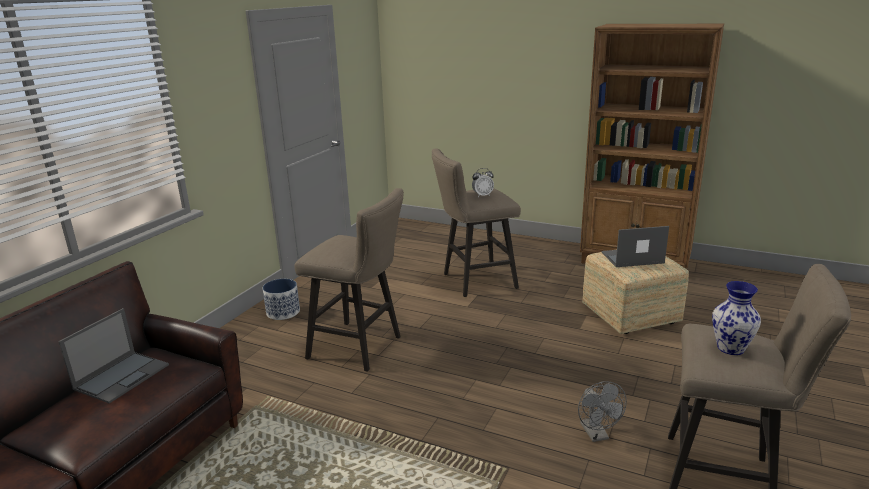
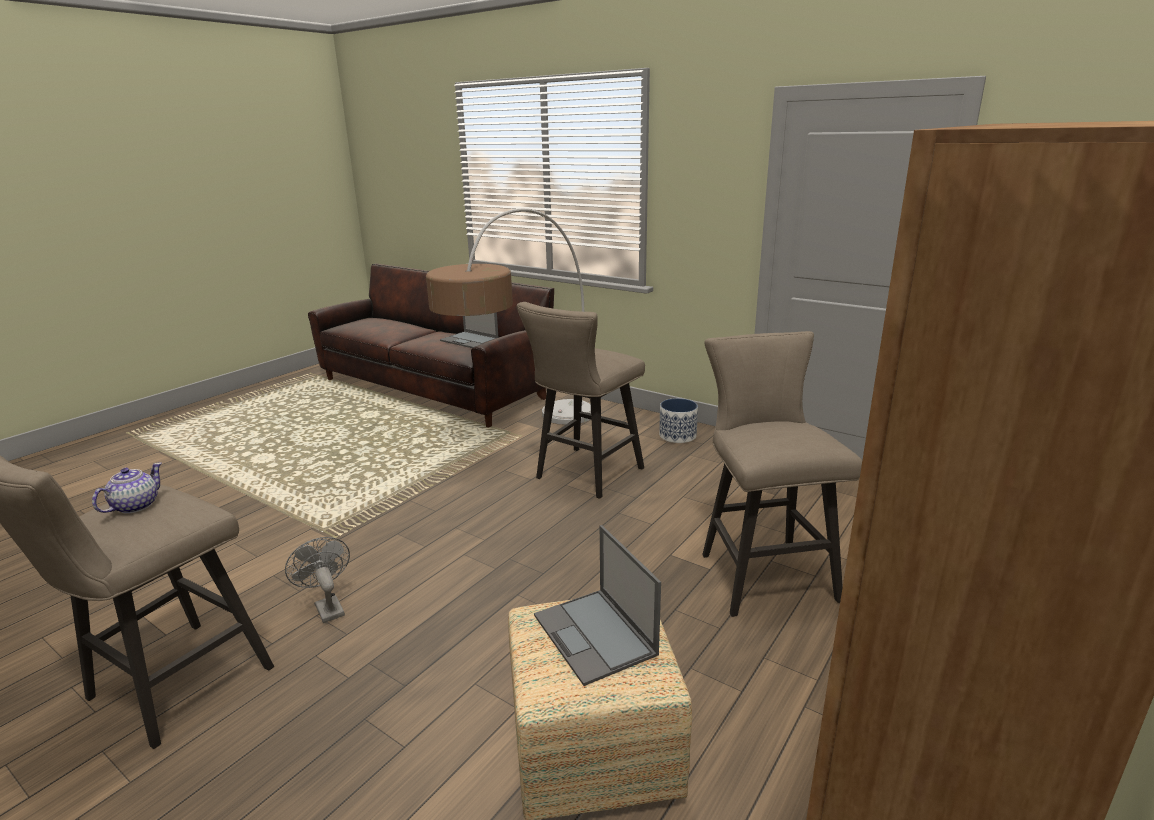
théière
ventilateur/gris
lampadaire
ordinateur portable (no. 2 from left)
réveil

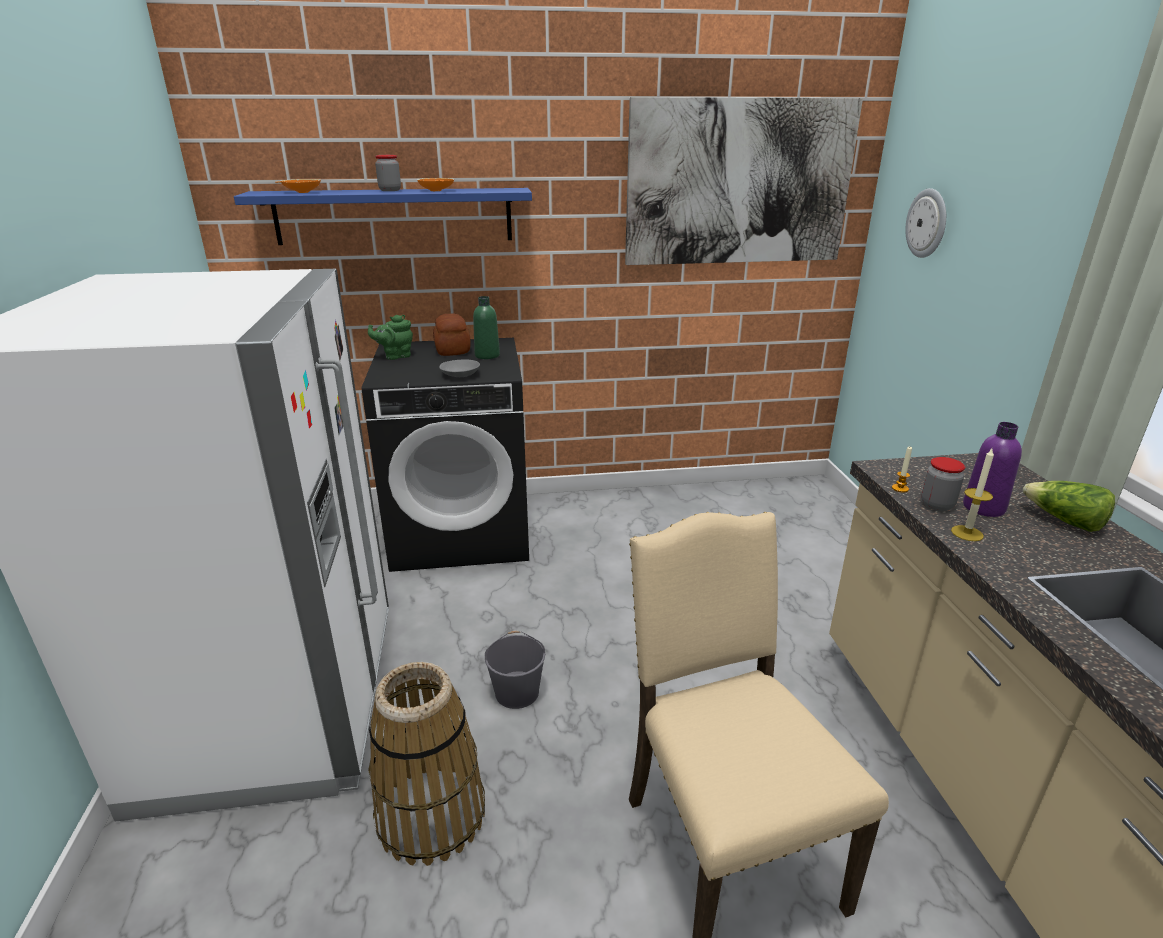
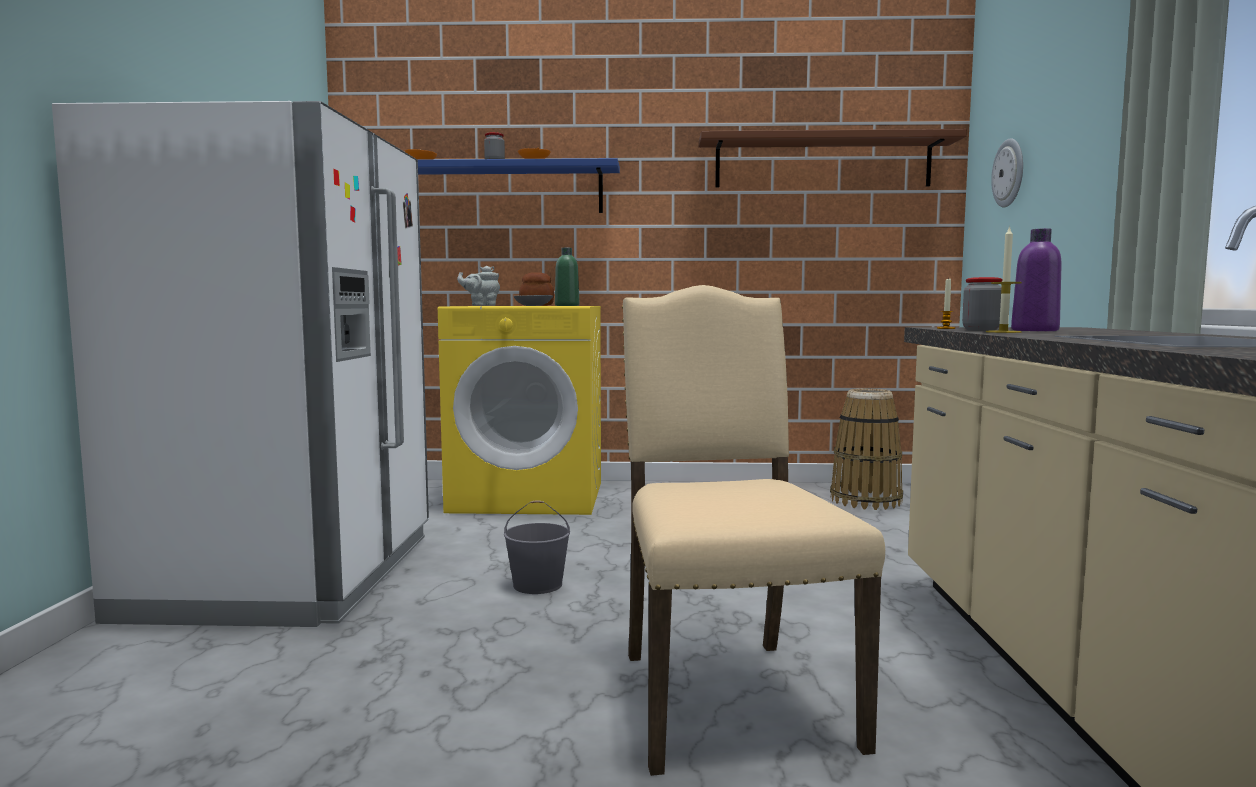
lave-linge/jaune
théière/gris
étagère/marron
panier
laitue

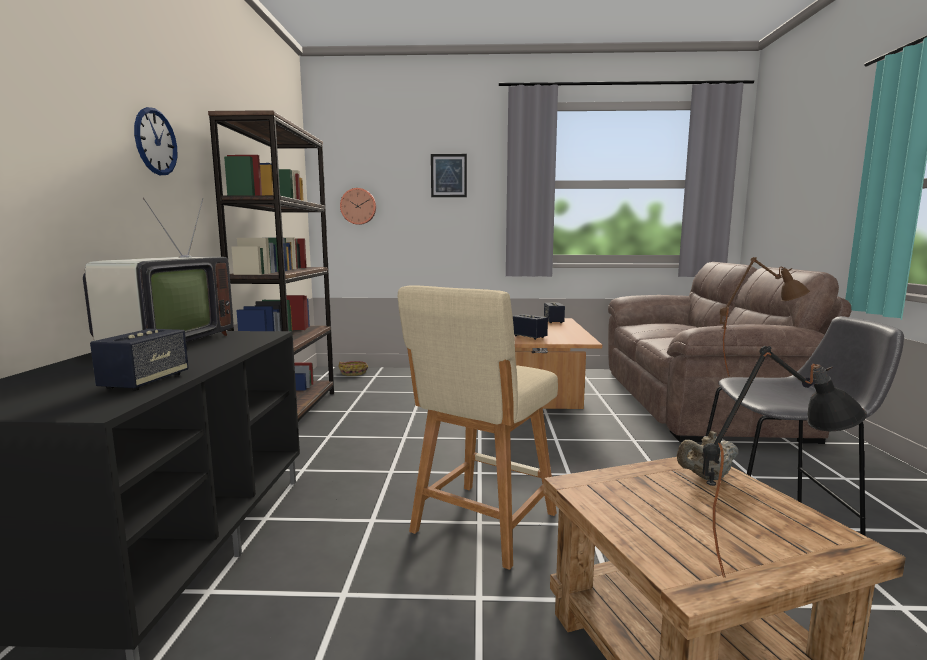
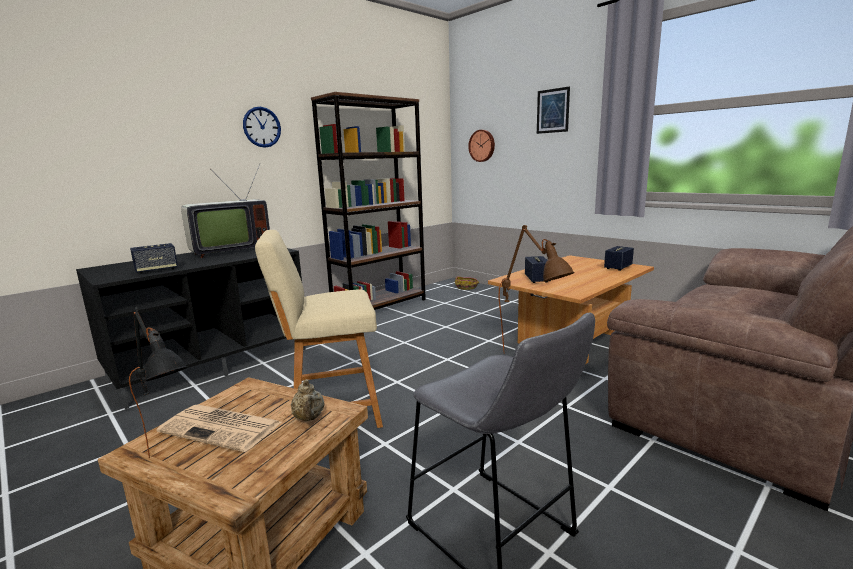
journal
théière/beige

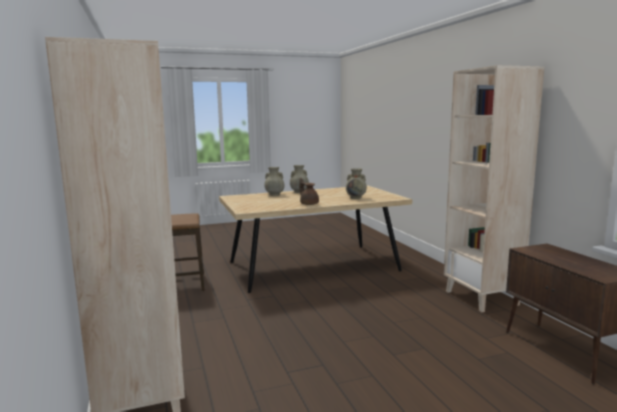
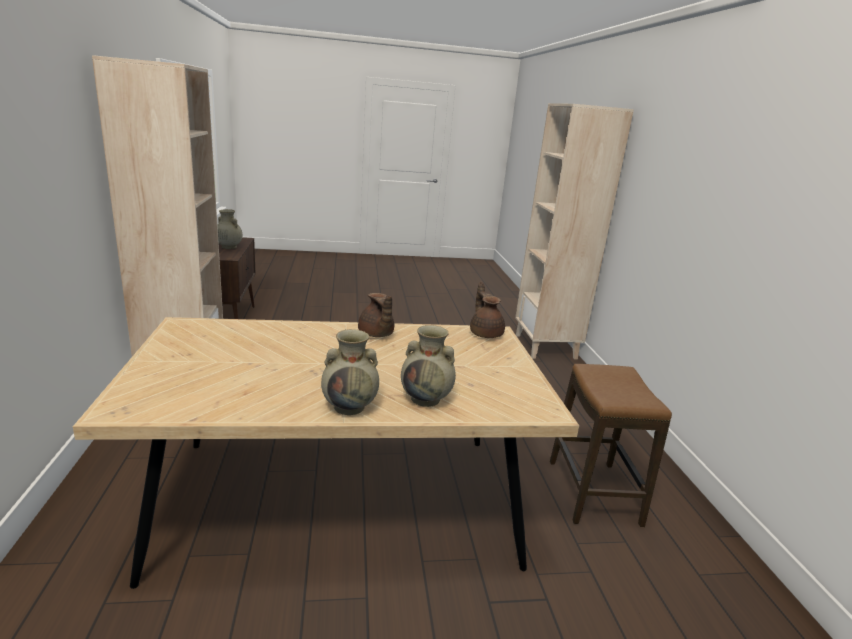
vase/beige (no. 1 from left)
théière/marron (no. 2 from left)

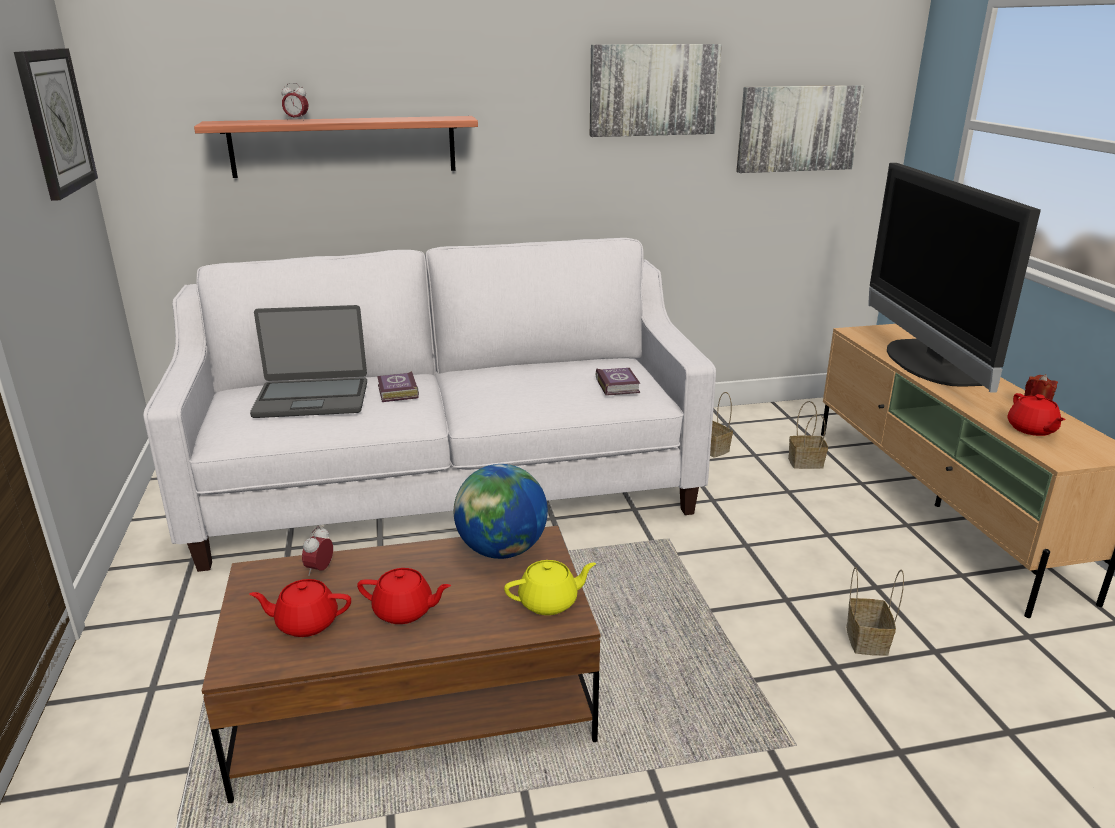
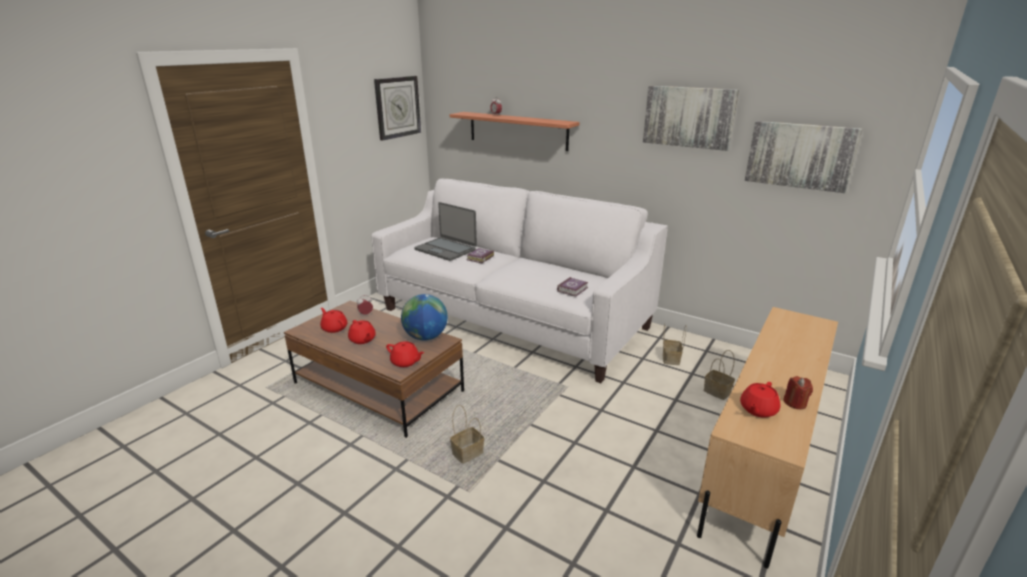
théière/rouge (no. 3 from left)
panier (no. 1 from left)
téléviseur

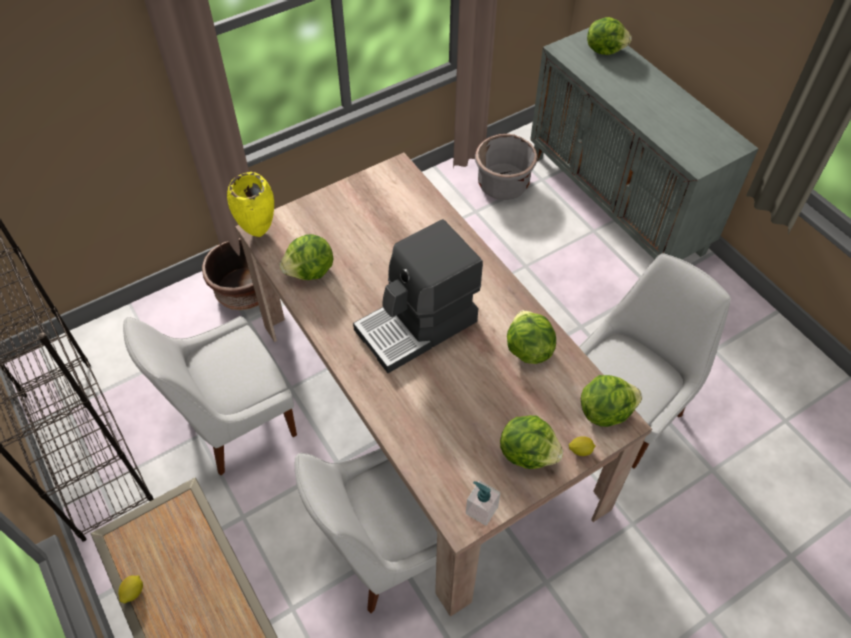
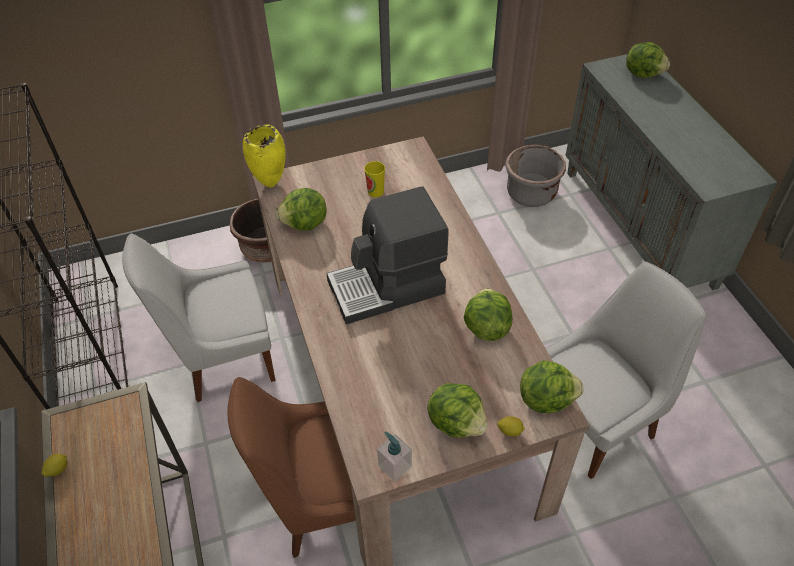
chaise/marron
tasse

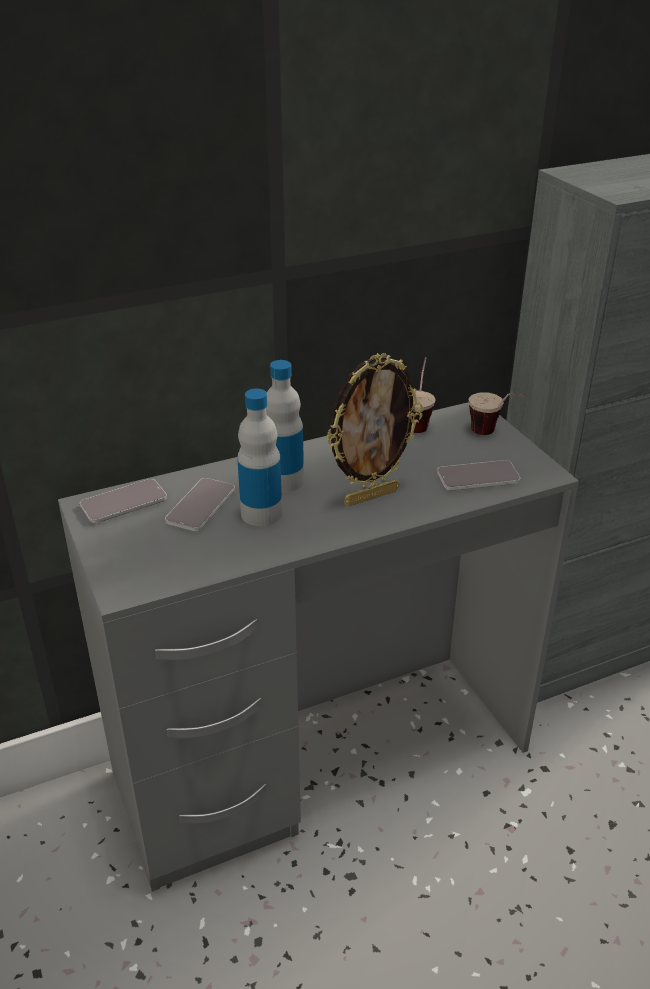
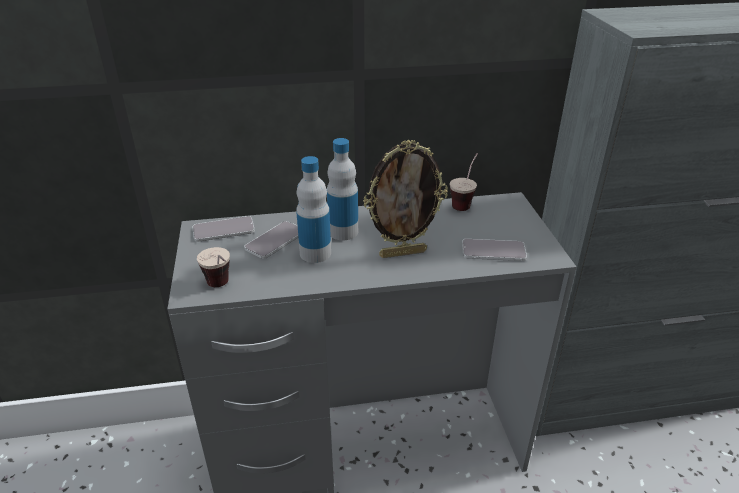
tasse (no. 1 from left)

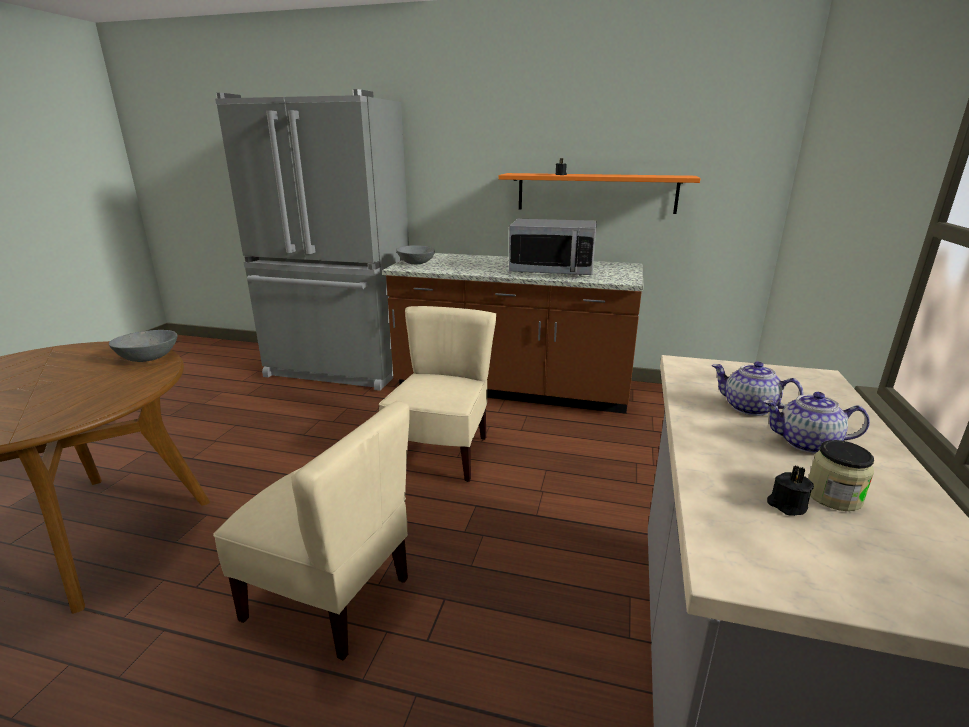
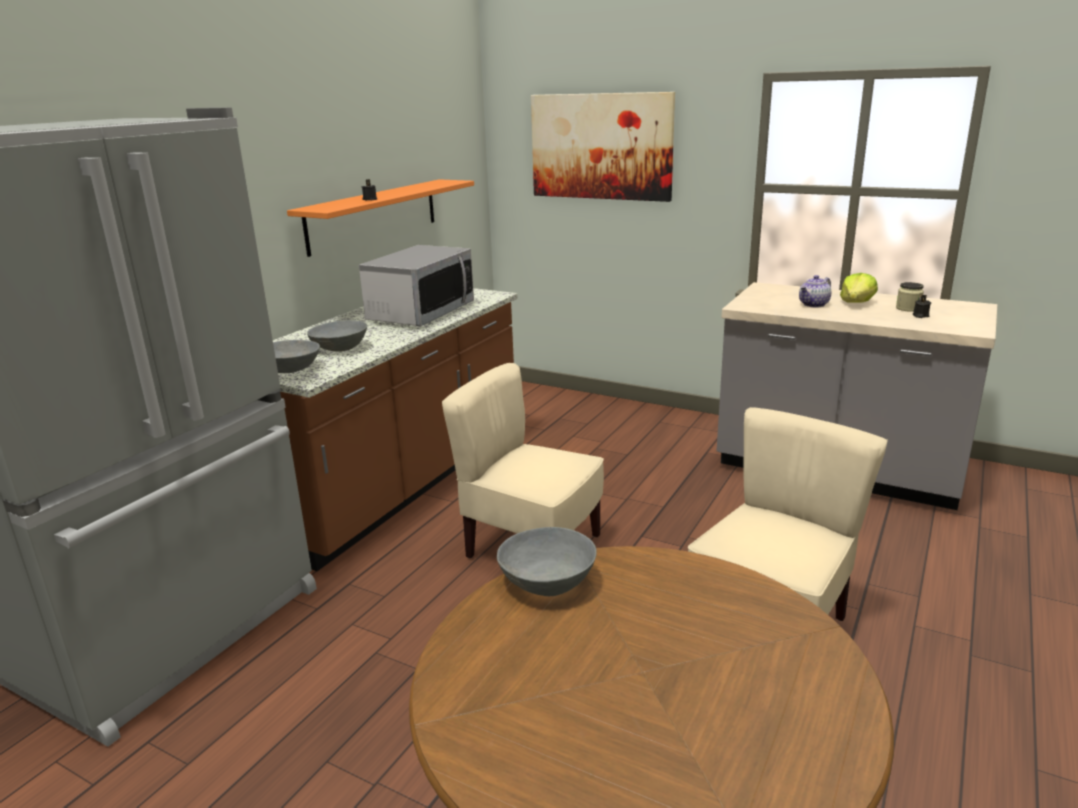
bol/gris (no. 2 from left)
tableau
laitue

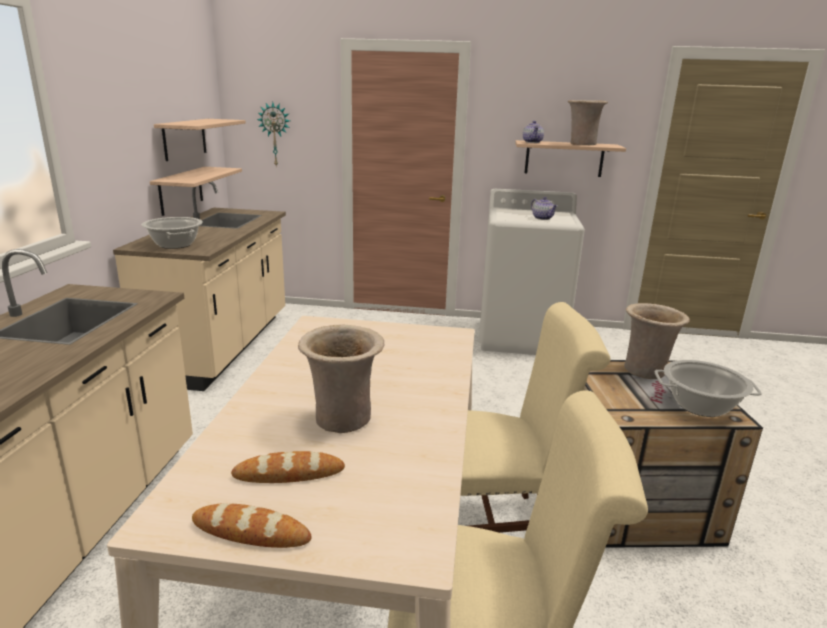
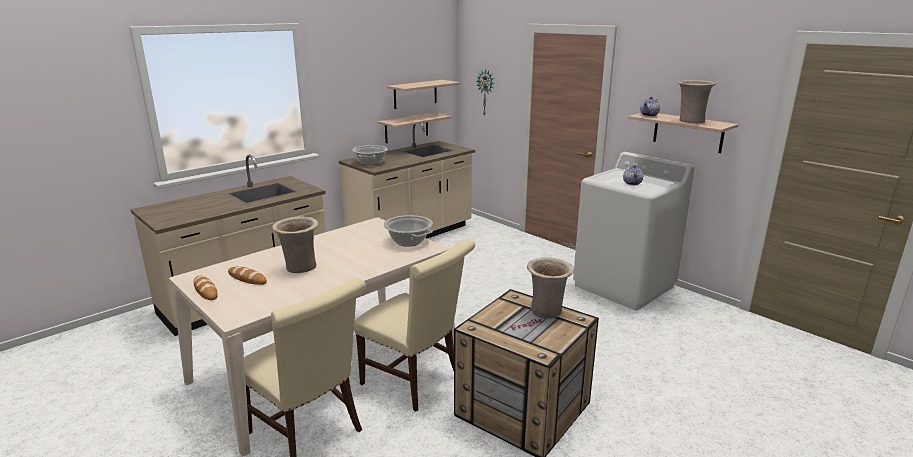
marmite (no. 2 from left)

